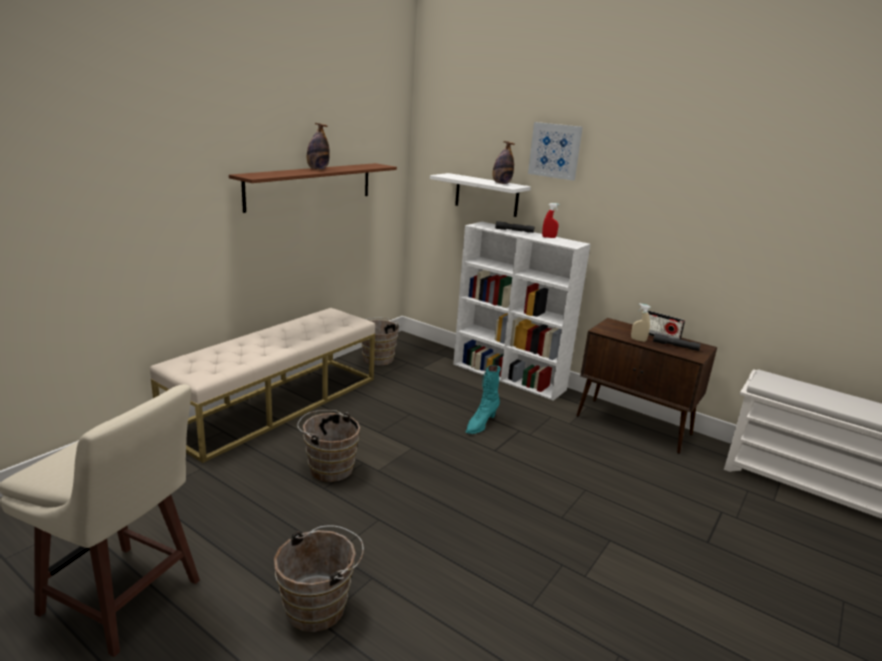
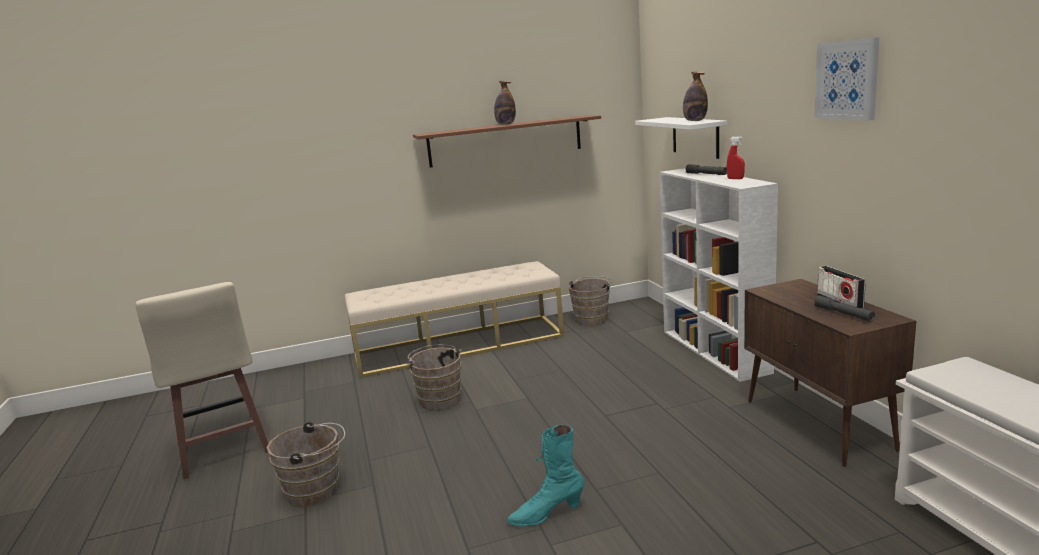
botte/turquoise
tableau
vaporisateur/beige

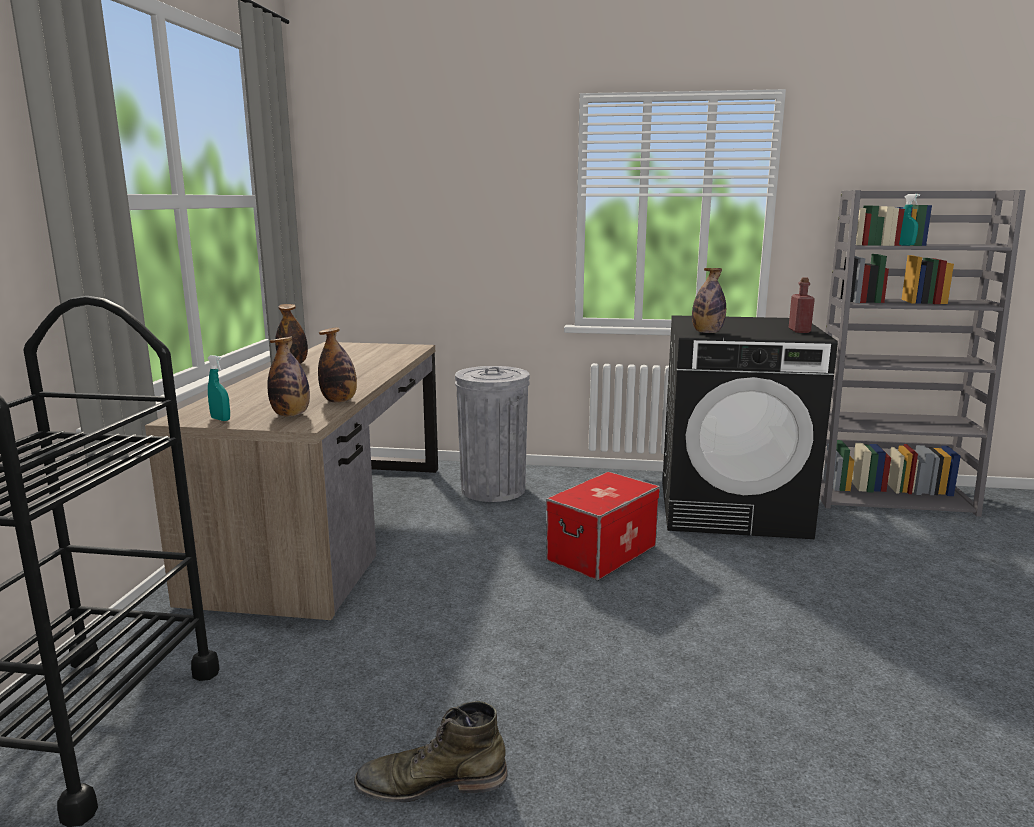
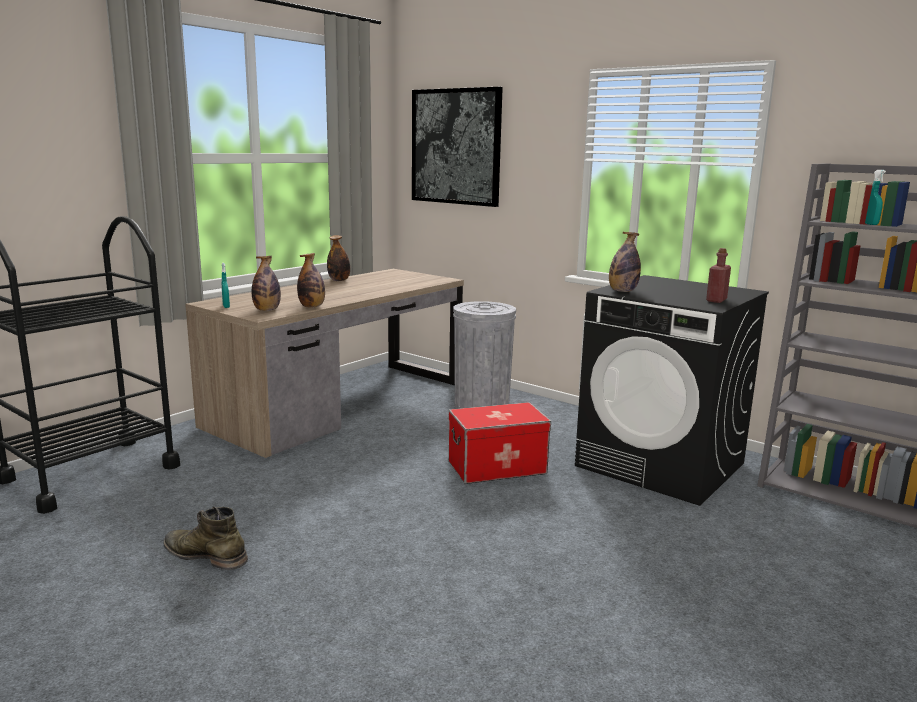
tableau

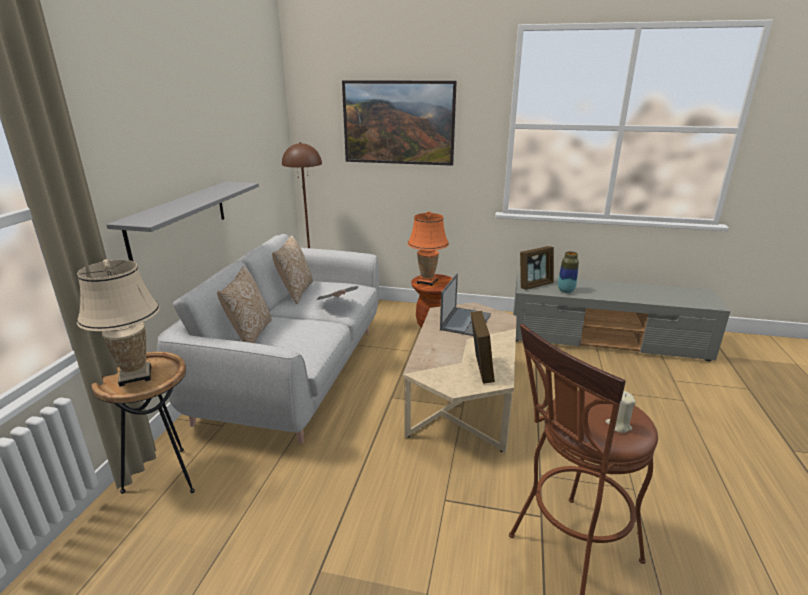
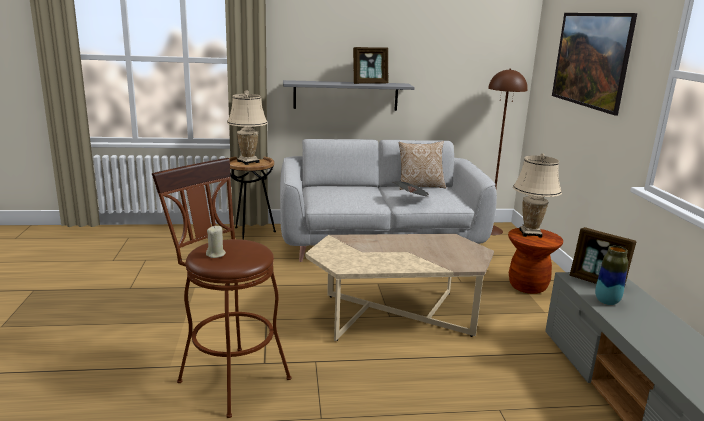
cadre photo (no. 1 from left)
lampe de table/beige (no. 2 from left)
coussin (no. 1 from left in the first image)
ordinateur portable

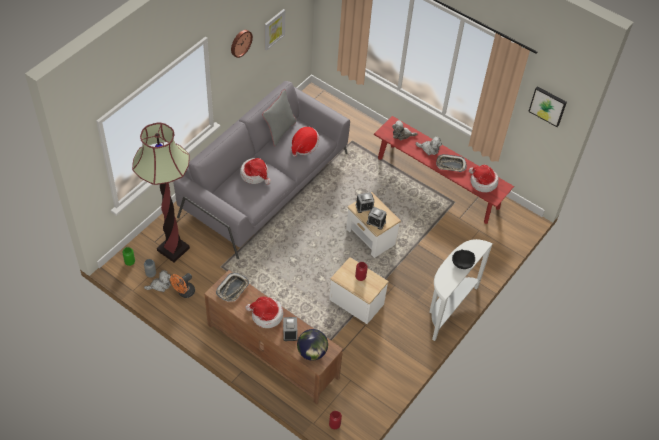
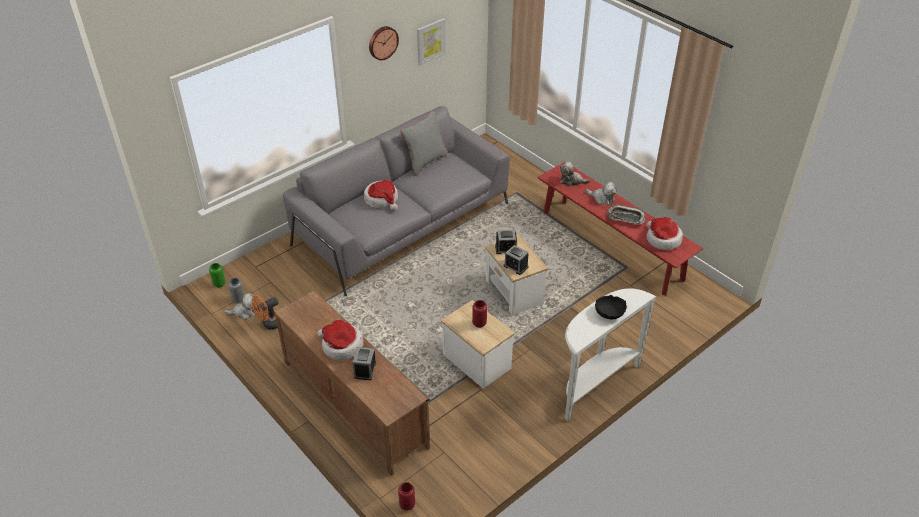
lampadaire
plateau (no. 1 from left in the first image)
chapeau (no. 3 from left in the first image)
globe
tableau (no. 2 from left in the first image)

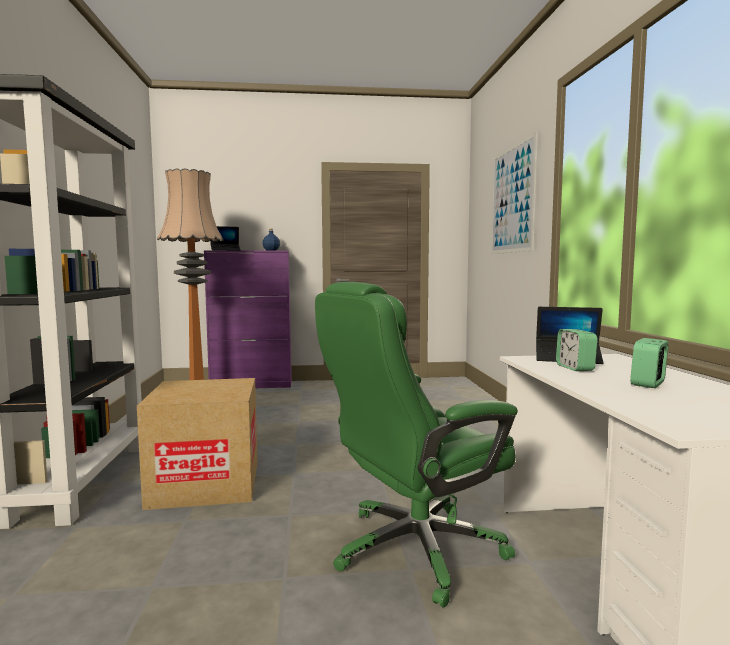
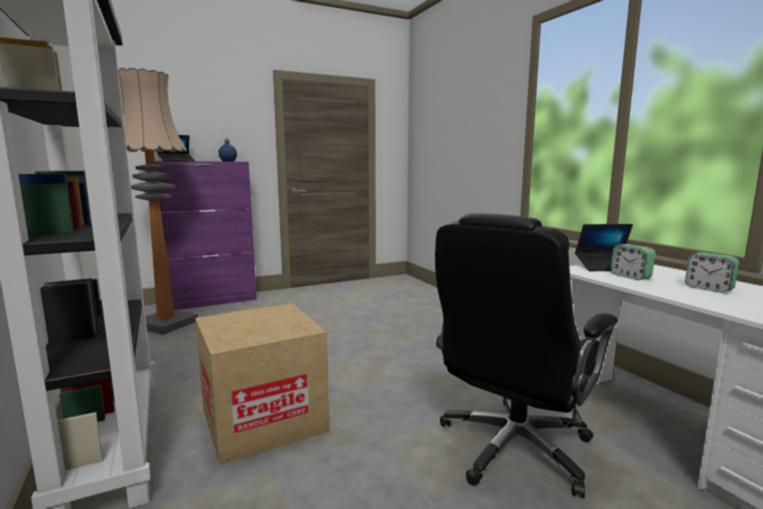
chaise de bureau/noir
réveil (no. 2 from left)
tableau

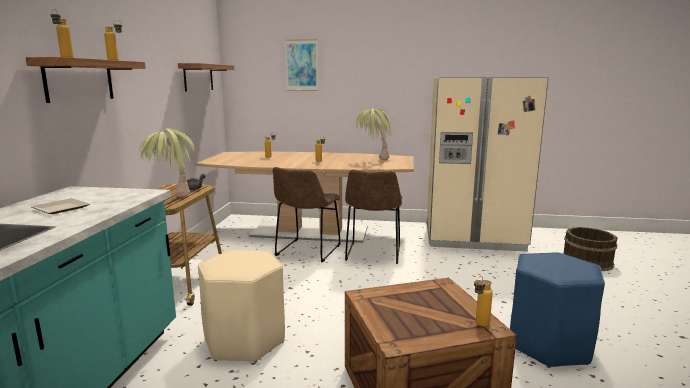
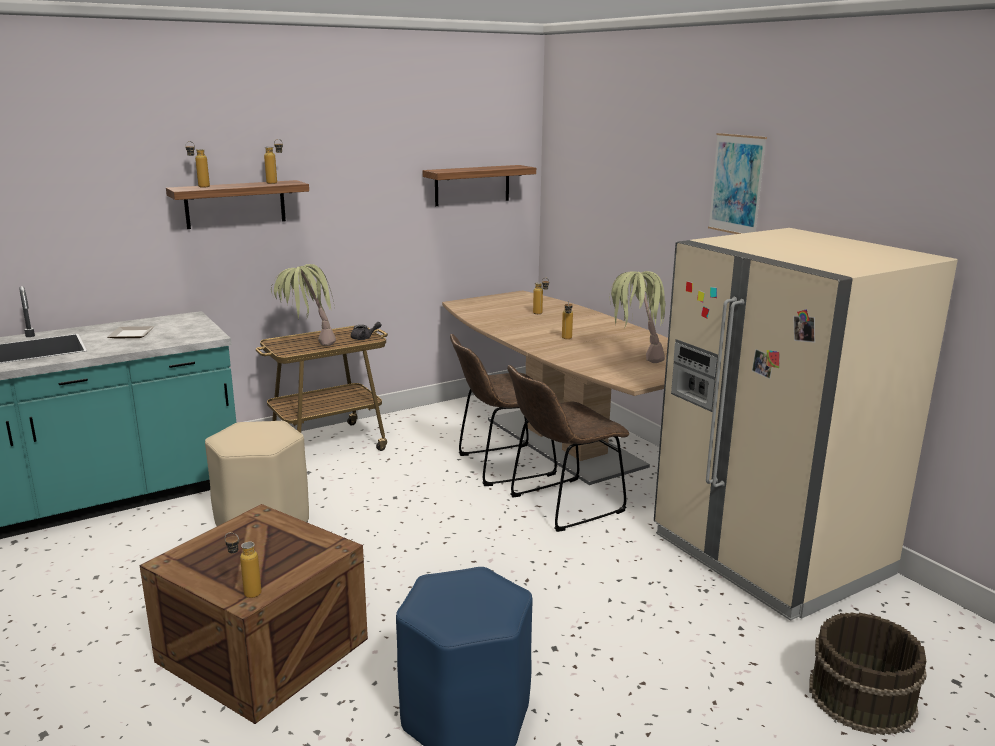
tableau

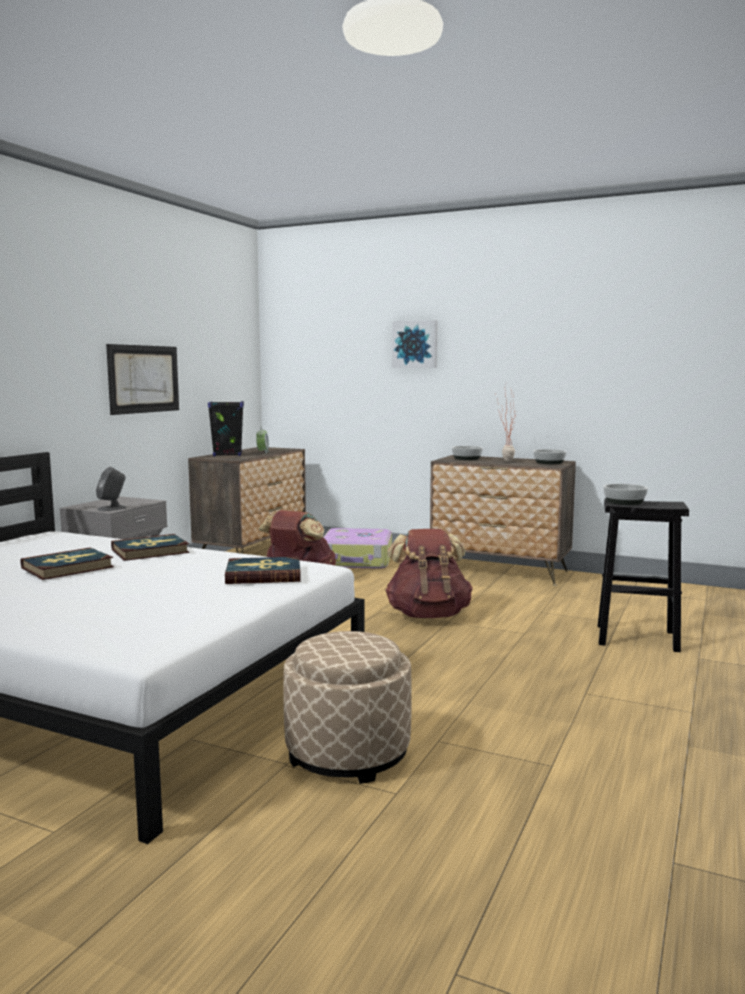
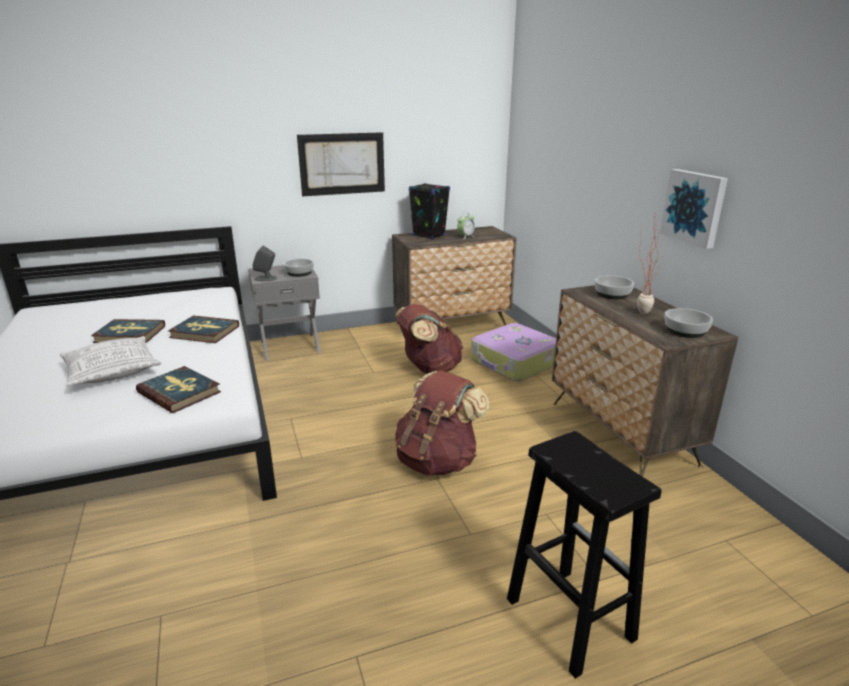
coussin
bol (no. 1 from left)
tableau (no. 2 from left)
pouf/beige

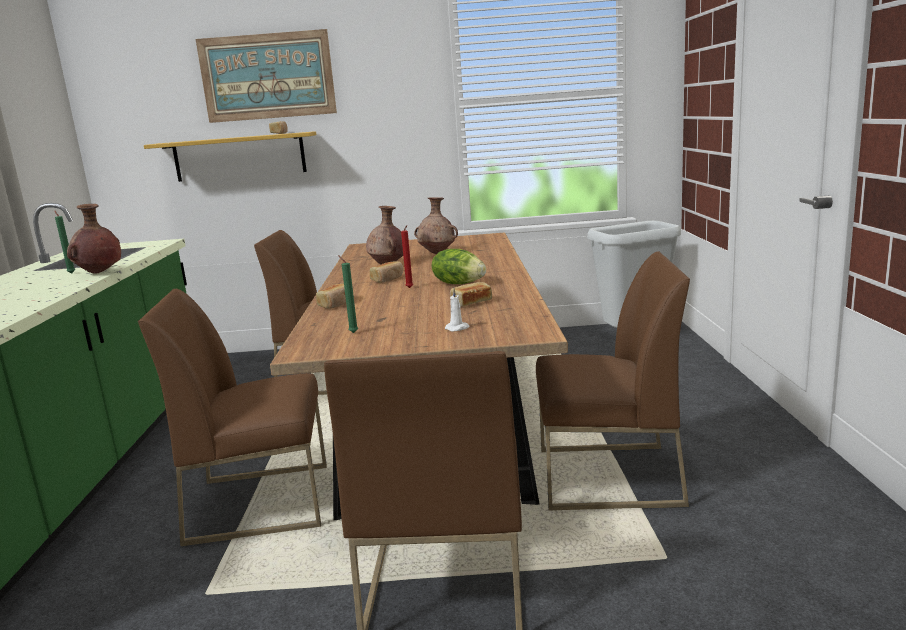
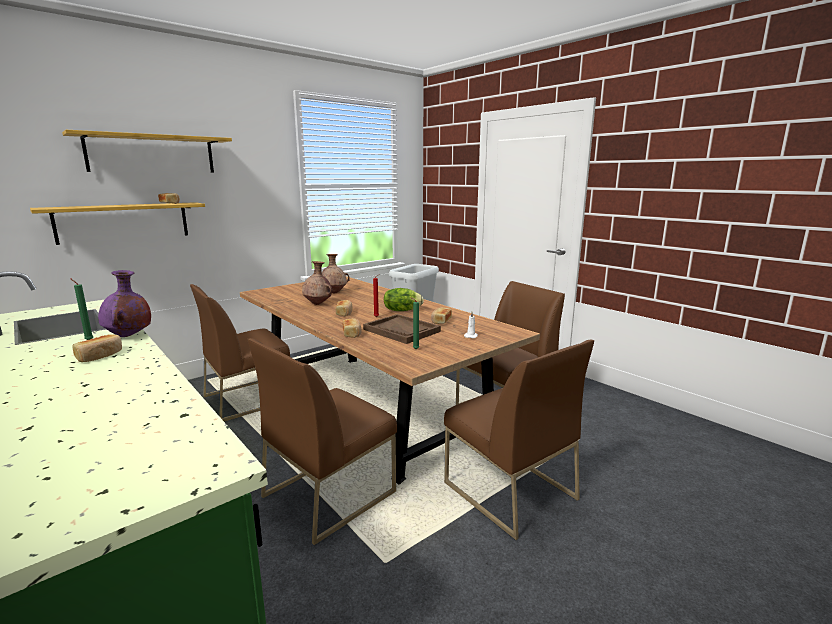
étagère (no. 2 from left)
pain (no. 1 from left)
vase/violet
plateau/marron

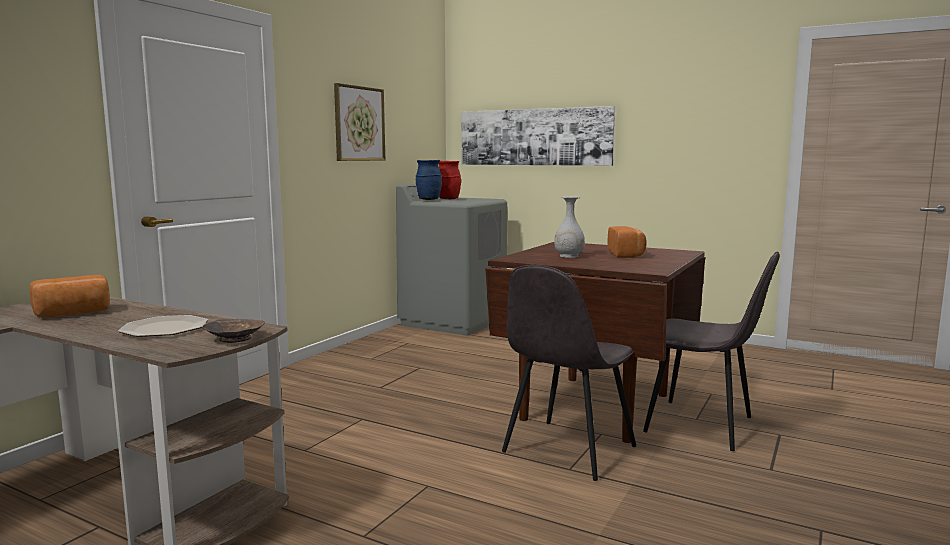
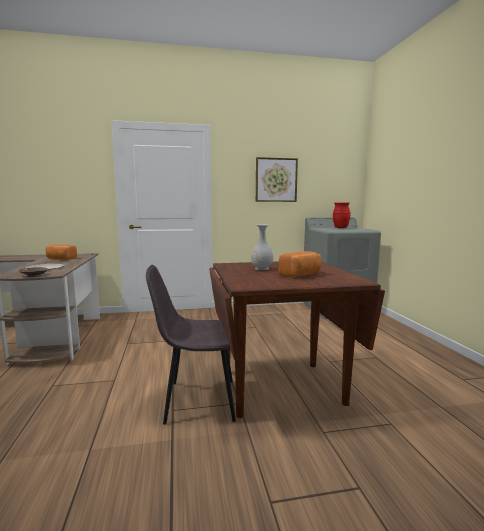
vase/bleu
tableau (no. 2 from left in the first image)
chaise/gris (no. 2 from left in the first image)

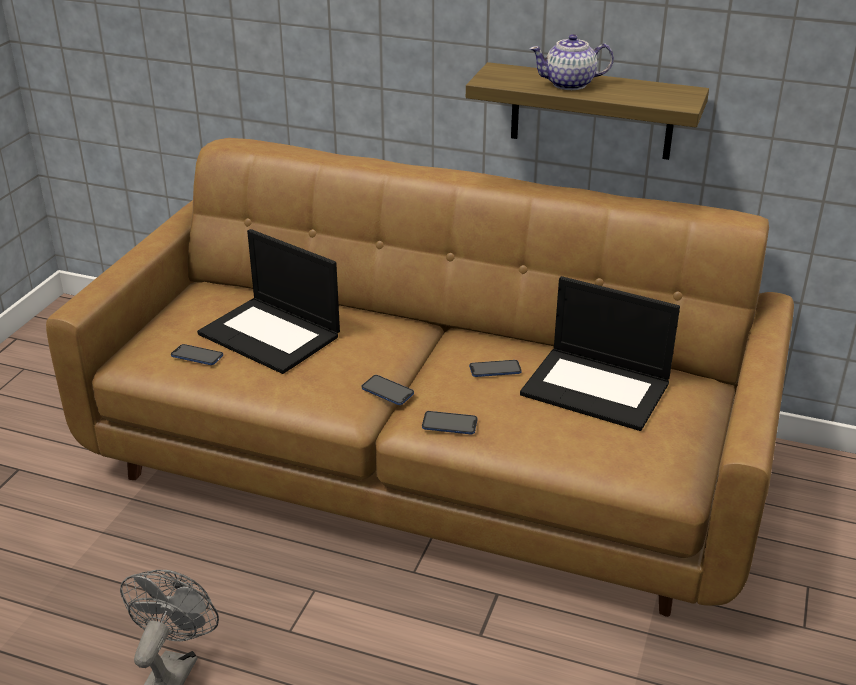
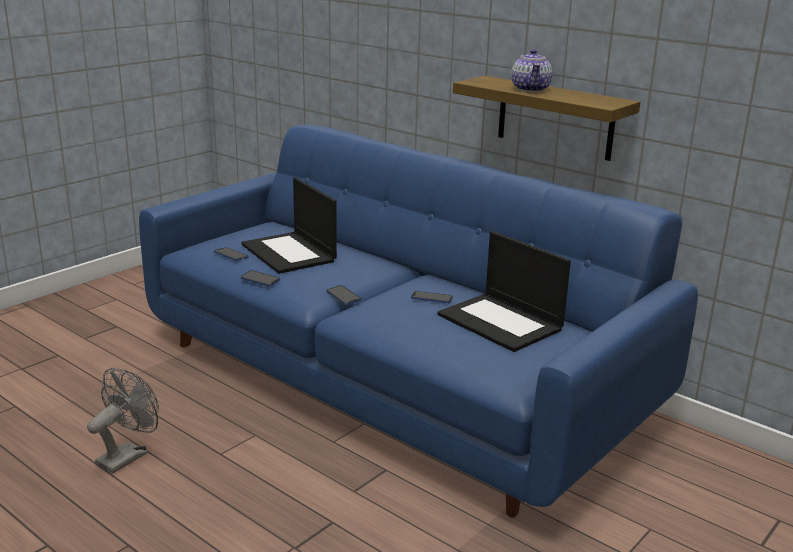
canapé/bleu
téléphone (no. 2 from left)
théière

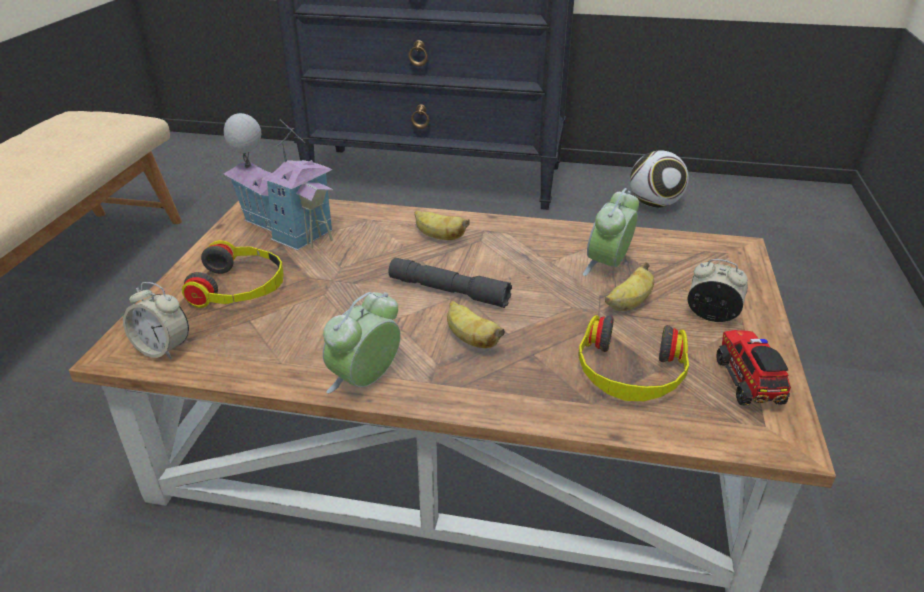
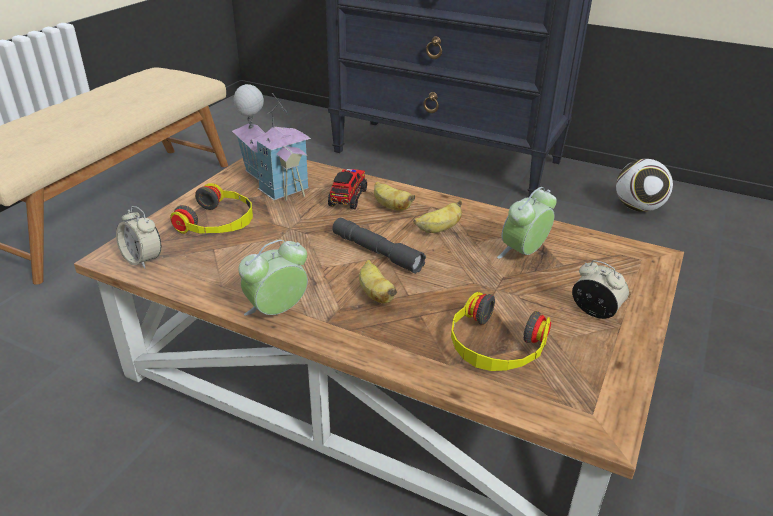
camion jouet
banane (no. 3 from left)

